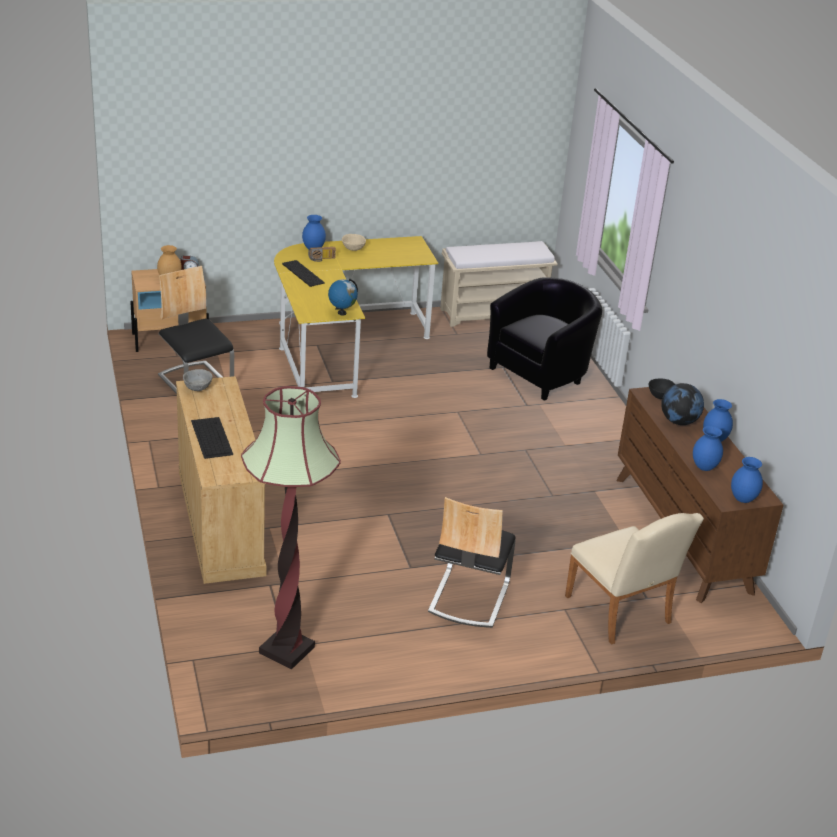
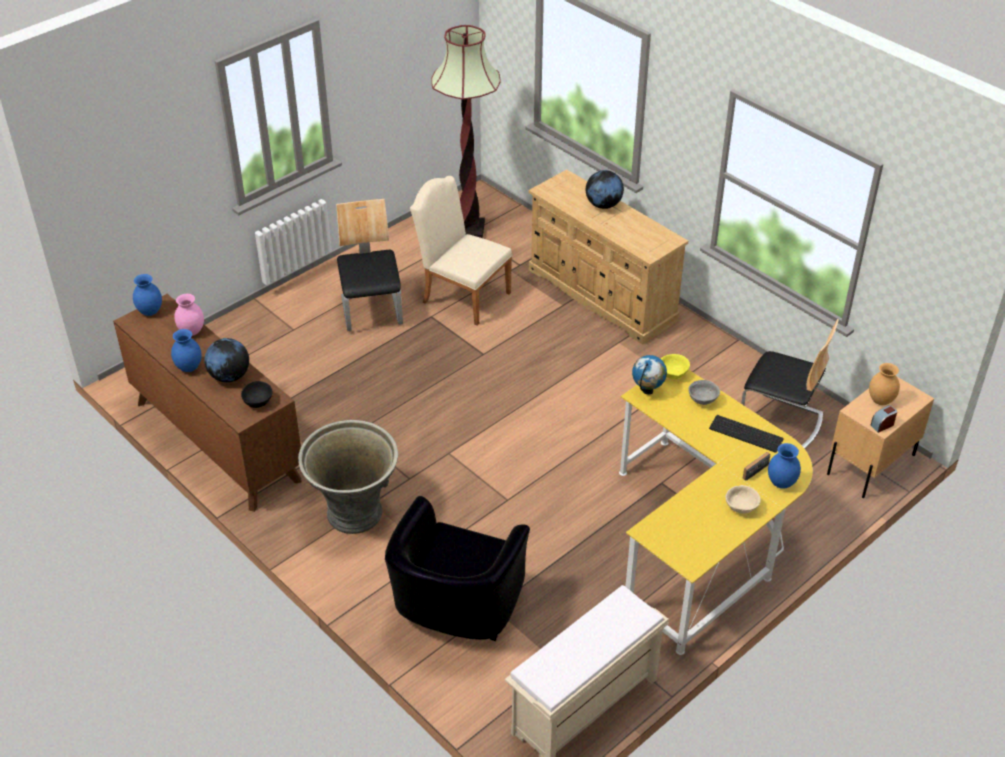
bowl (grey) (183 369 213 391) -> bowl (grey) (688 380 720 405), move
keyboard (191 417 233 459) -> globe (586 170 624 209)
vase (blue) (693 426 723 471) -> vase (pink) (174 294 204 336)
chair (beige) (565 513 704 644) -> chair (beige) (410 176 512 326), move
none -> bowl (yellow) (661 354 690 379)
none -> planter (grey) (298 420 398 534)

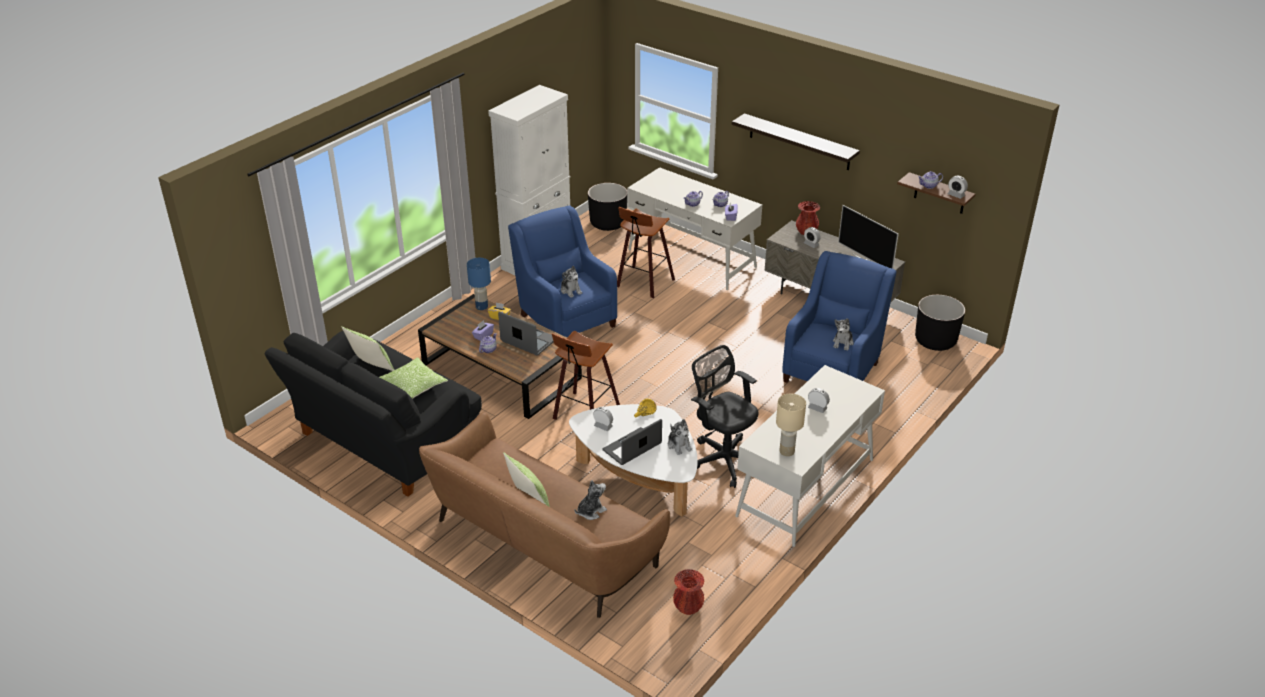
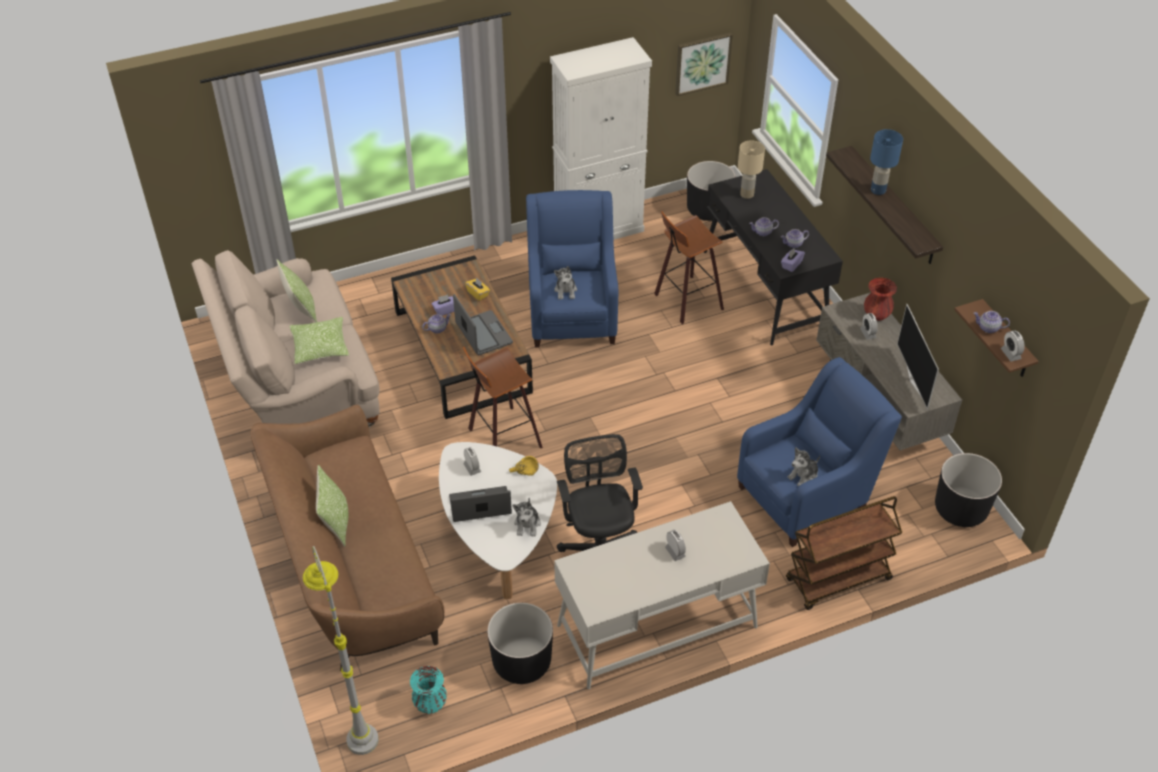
desk (white) (627 167 762 290) -> desk (black) (704 169 843 346)
table lamp (blue) (467 258 491 310) -> table lamp (blue) (870 129 903 195), move
sofa (black) (264 331 482 497) -> sofa (beige) (191 250 380 428)
table lamp (beige) (776 394 806 456) -> table lamp (beige) (738 140 765 199), move
plush toy (575 480 607 520) -> none
vase (red) (673 569 705 615) -> vase (turquoise) (410 666 447 714)
none -> picture (675 32 733 96)
none -> cart (brown) (786 496 902 610)
none -> floor lamp (grey) (303 546 379 755)
none -> planter (black) (487 603 553 684)

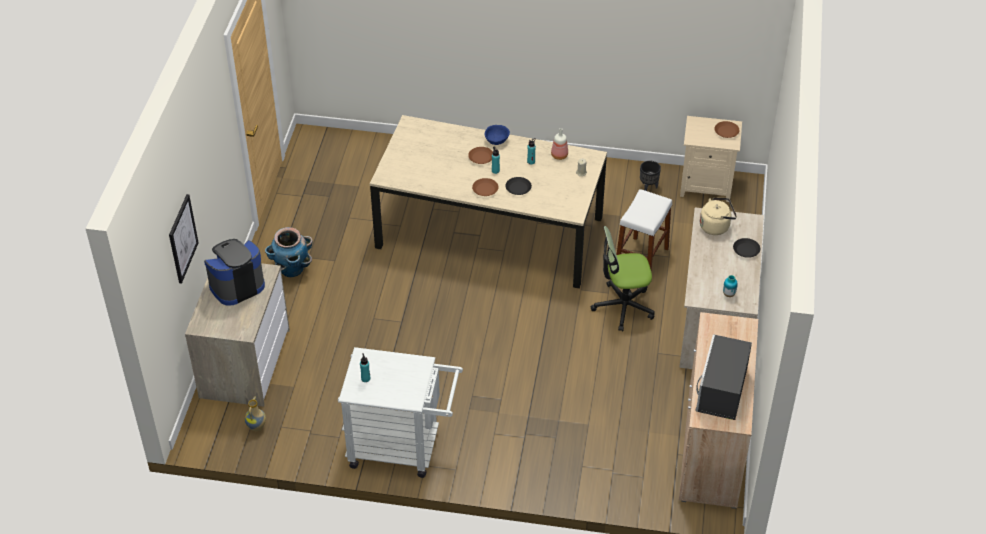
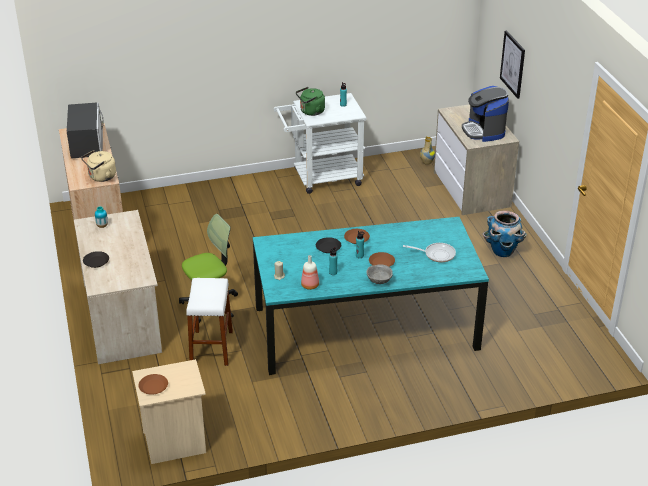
dining table (beige) (370 115 607 289) -> dining table (turquoise) (253 217 489 375)
bowl (blue) (484 125 510 145) -> bowl (grey) (366 264 393 284)
planter (black) (640 161 661 191) -> none
kettle (beige) (700 198 737 235) -> kettle (beige) (81 150 116 182), move
coffee machine (204 239 265 306) -> coffee machine (462 86 509 142), 135 degrees clockwise
none -> kettle (green) (296 87 325 116)
none -> frying pan (403 243 456 262)

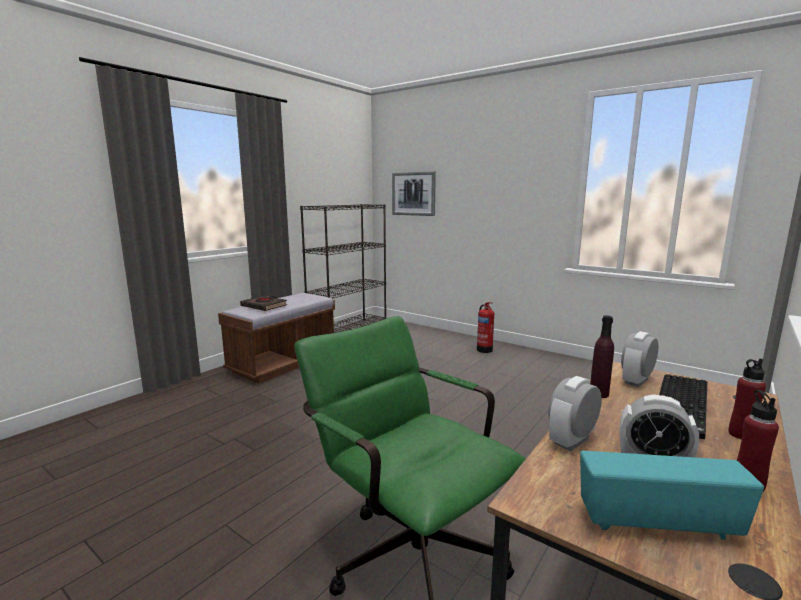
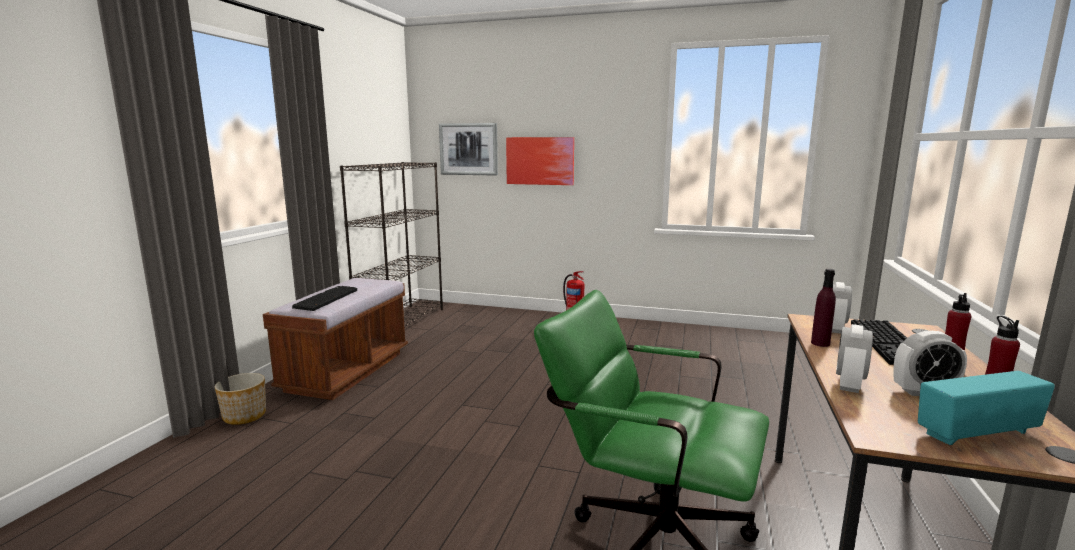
book (black) (240 296 287 311) -> keyboard (292 286 357 311)
none -> picture (506 137 574 185)
none -> planter (215 373 266 425)

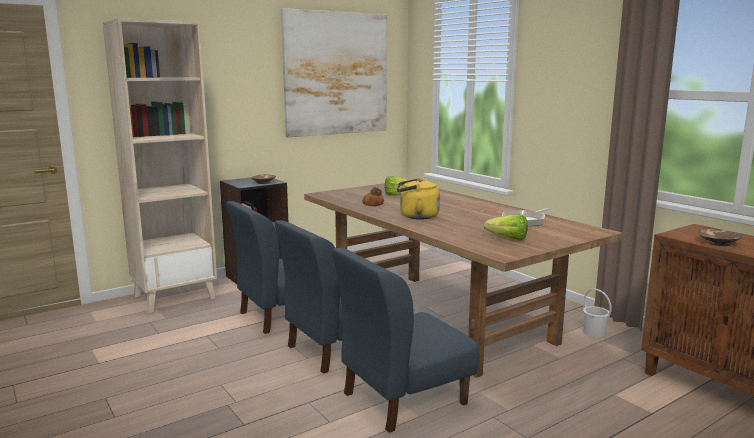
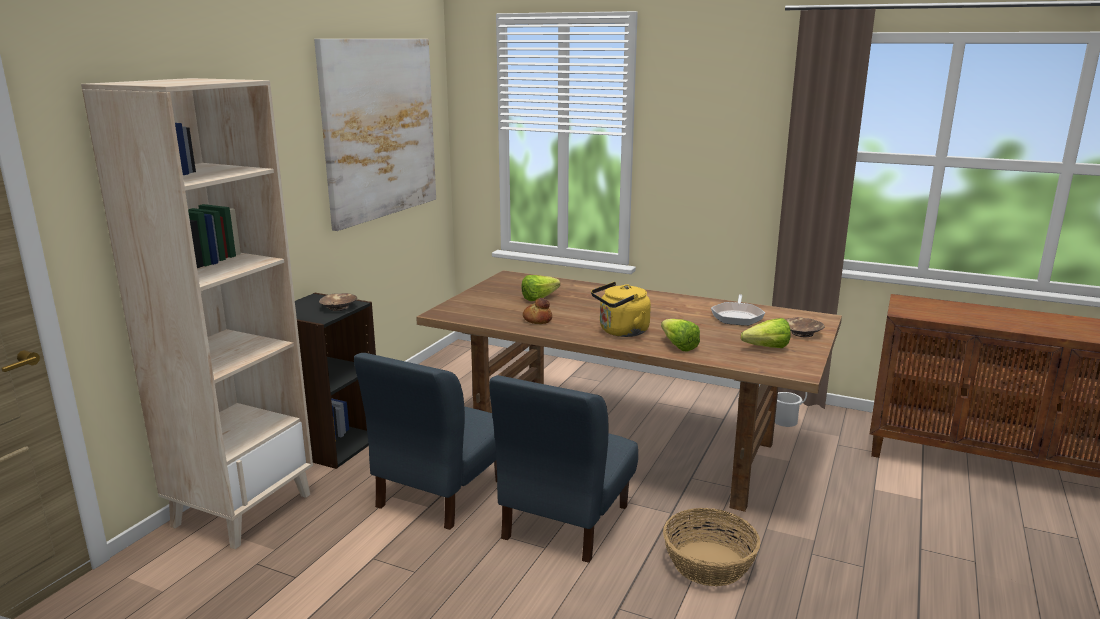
bowl (brown) (698 229 743 246) -> bowl (brown) (785 317 824 337), move
chair (blue) (332 248 479 433) -> basket (663 508 760 586)
none -> lettuce (661 319 700 351)

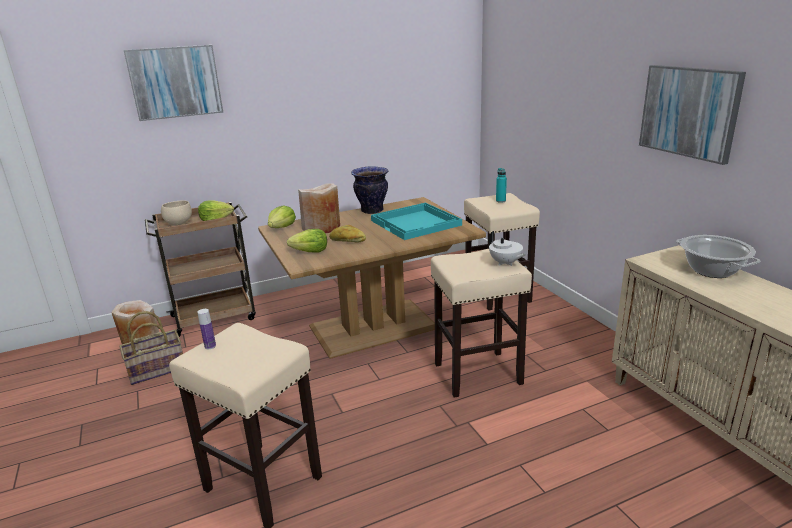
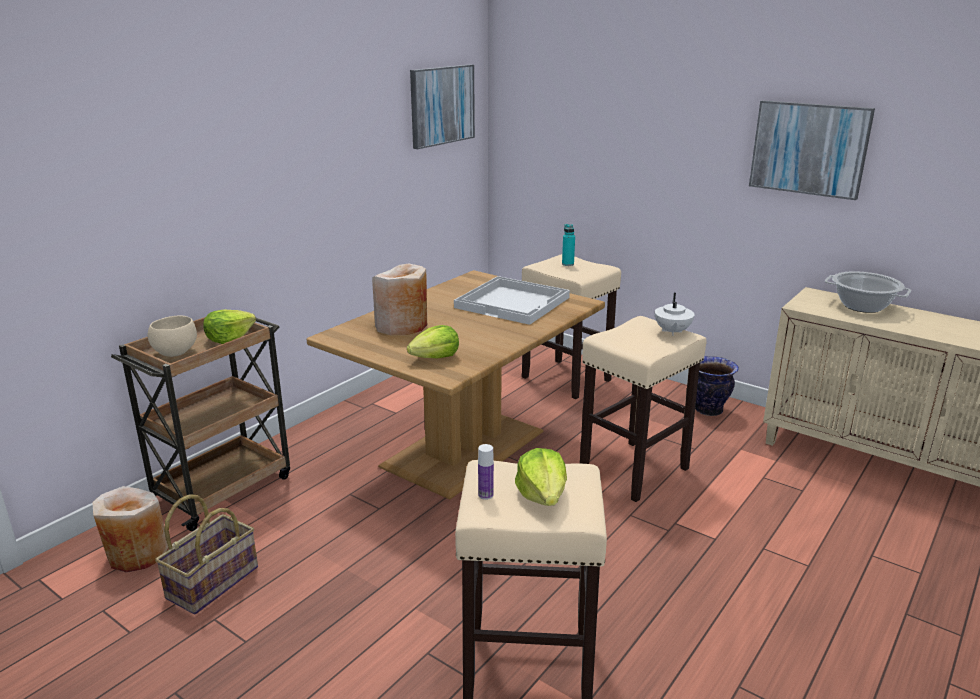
picture (124 45 223 121) -> picture (410 64 475 149), move
vase (351 166 388 214) -> vase (695 356 739 416), move
tray (turquoise) (371 203 462 240) -> tray (white) (454 276 570 325)
lettuce (268 205 296 228) -> lettuce (515 448 567 506), move
bread (329 225 366 243) -> none
teapot (white) (489 231 526 266) -> teapot (white) (655 293 695 336), 75 degrees clockwise

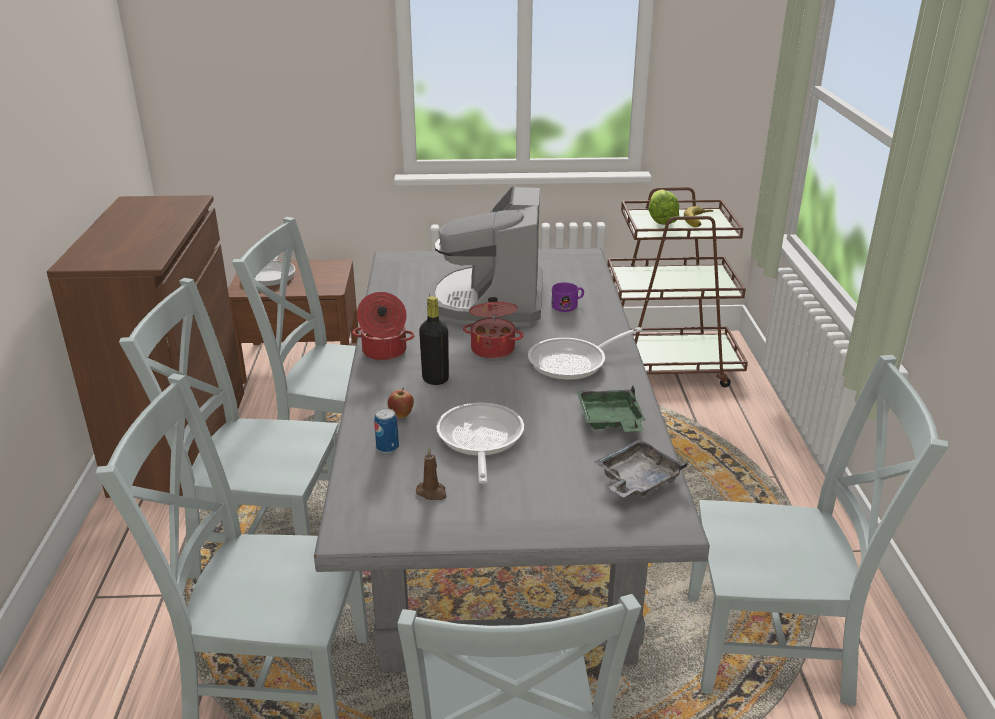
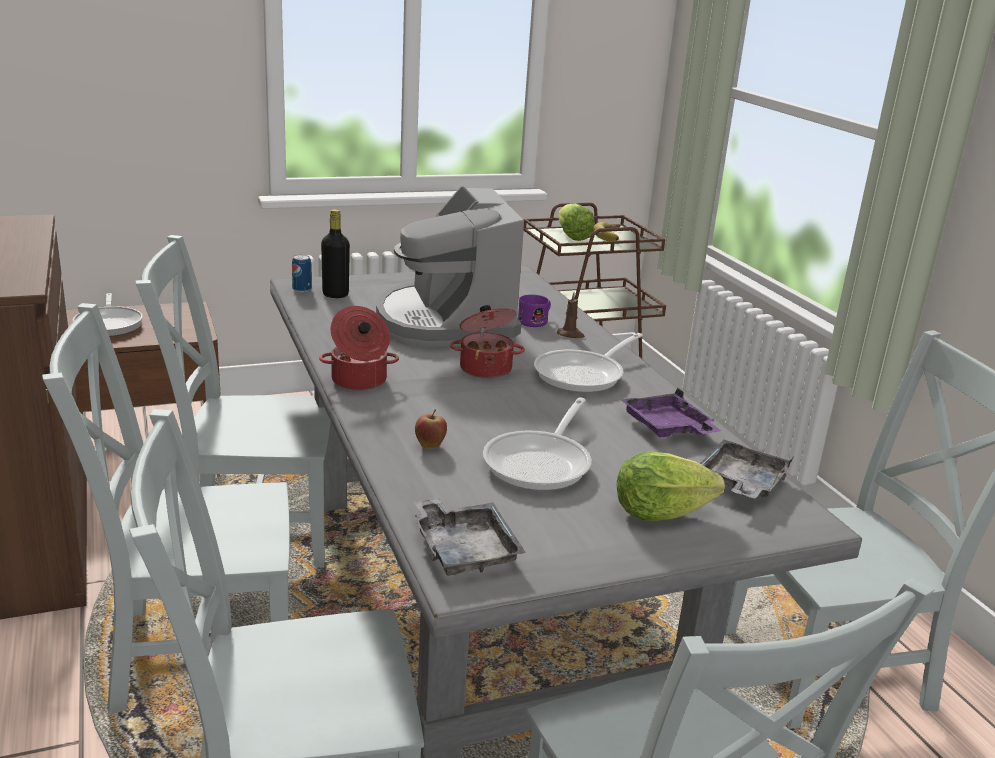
bottle (black) (419 296 449 385) -> bottle (black) (321 209 350 298), move
tray (green) (577 385 646 432) -> tray (purple) (621 387 721 437)
frying pan (436 403 524 484) -> frying pan (483 397 592 491), 135 degrees counterclockwise
can (374 408 399 453) -> can (292 255 312 293), move
candle (brown) (416 447 447 500) -> candle (brown) (557 292 585 338), move
none -> lettuce (617 452 725 521)
none -> tray (grey) (414 498 526 576)

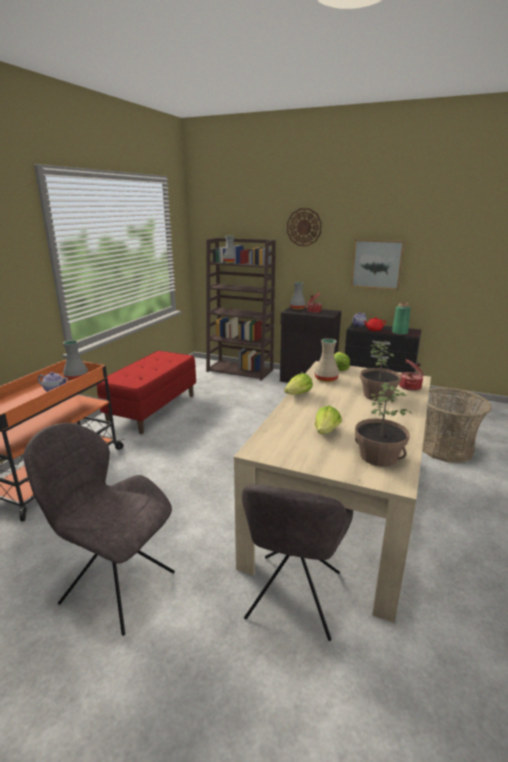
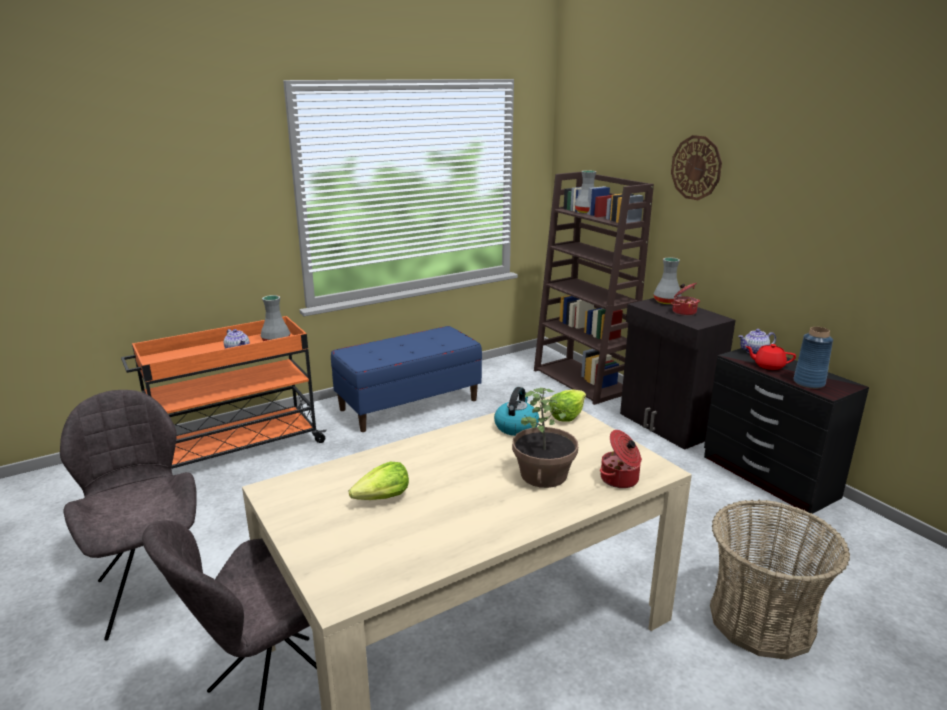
picture (351 239 405 290) -> none
vase (green) (392 302 411 335) -> vase (blue) (793 327 833 389)
vase (beige) (314 339 339 382) -> kettle (494 387 539 436)
bench (red) (97 351 196 434) -> bench (blue) (331 326 482 432)
lettuce (284 373 313 395) -> none
potted plant (355 383 412 467) -> none

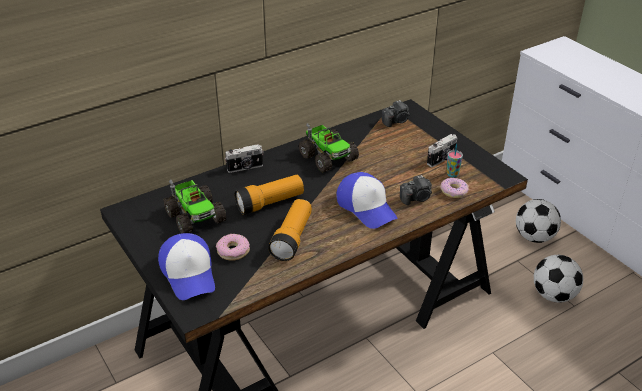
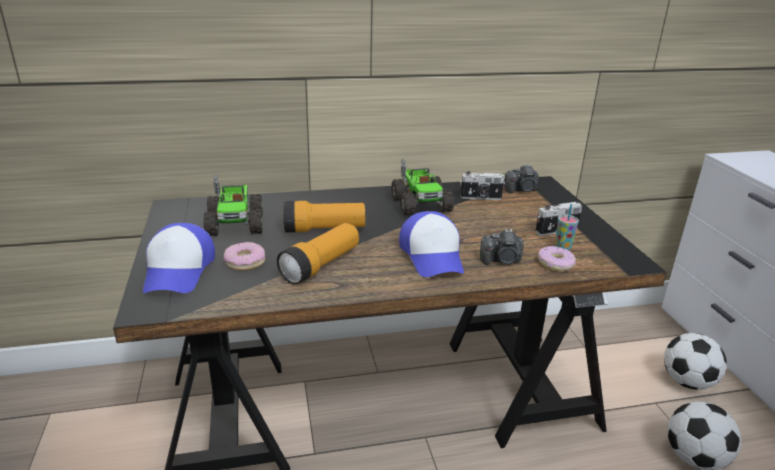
photo camera (225 144 264 173) -> photo camera (460 171 505 200), move

